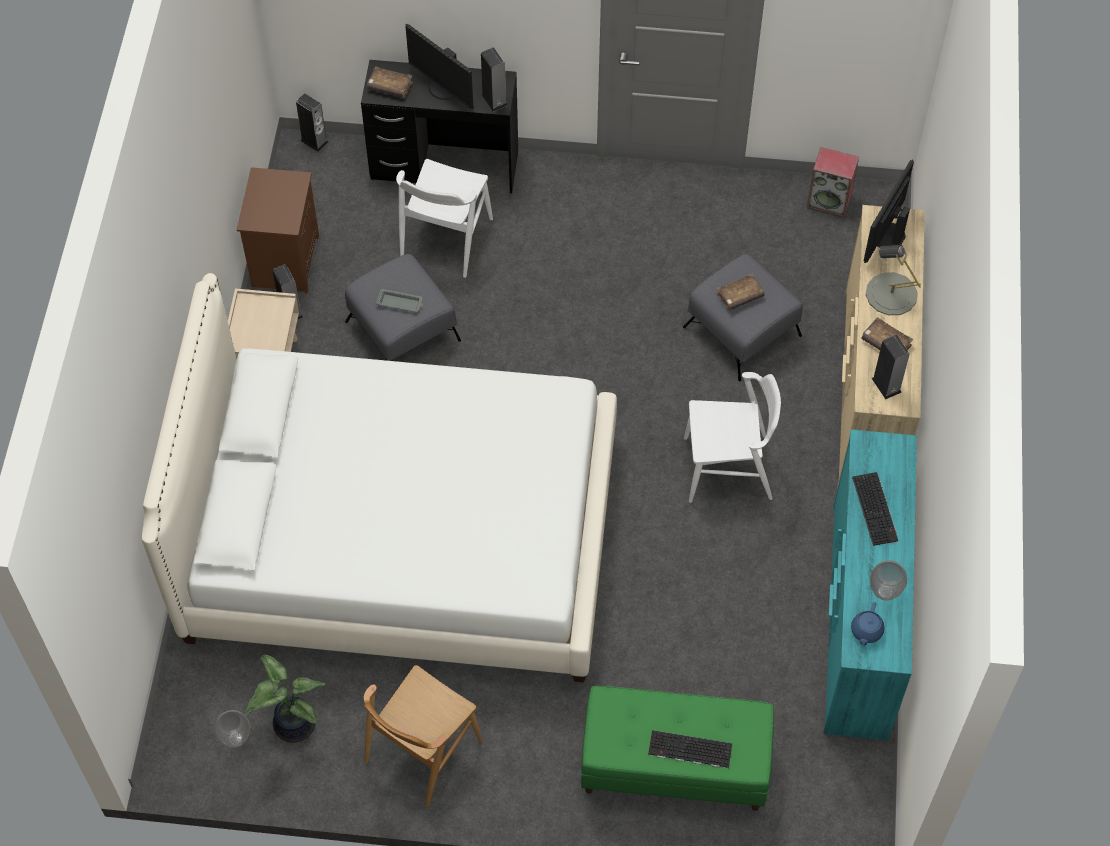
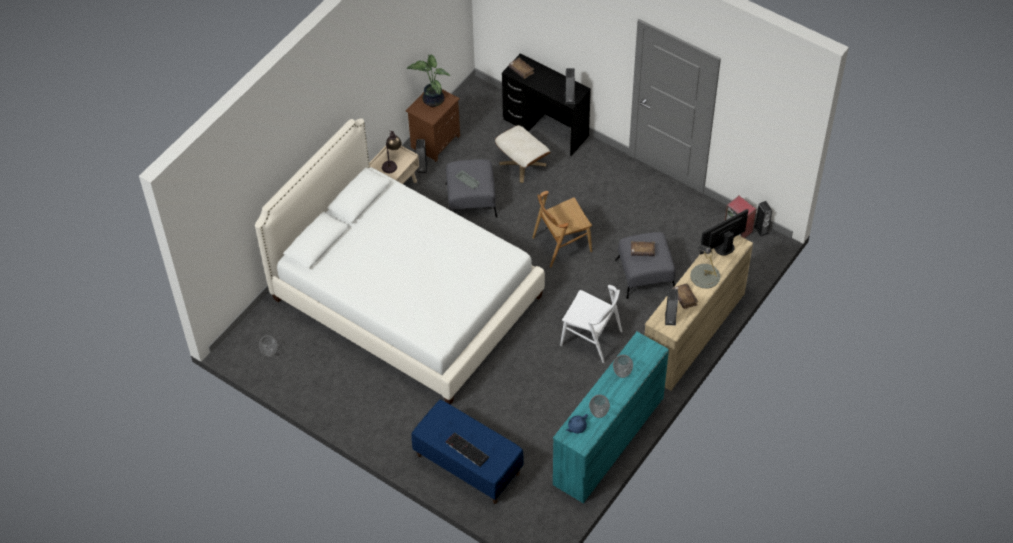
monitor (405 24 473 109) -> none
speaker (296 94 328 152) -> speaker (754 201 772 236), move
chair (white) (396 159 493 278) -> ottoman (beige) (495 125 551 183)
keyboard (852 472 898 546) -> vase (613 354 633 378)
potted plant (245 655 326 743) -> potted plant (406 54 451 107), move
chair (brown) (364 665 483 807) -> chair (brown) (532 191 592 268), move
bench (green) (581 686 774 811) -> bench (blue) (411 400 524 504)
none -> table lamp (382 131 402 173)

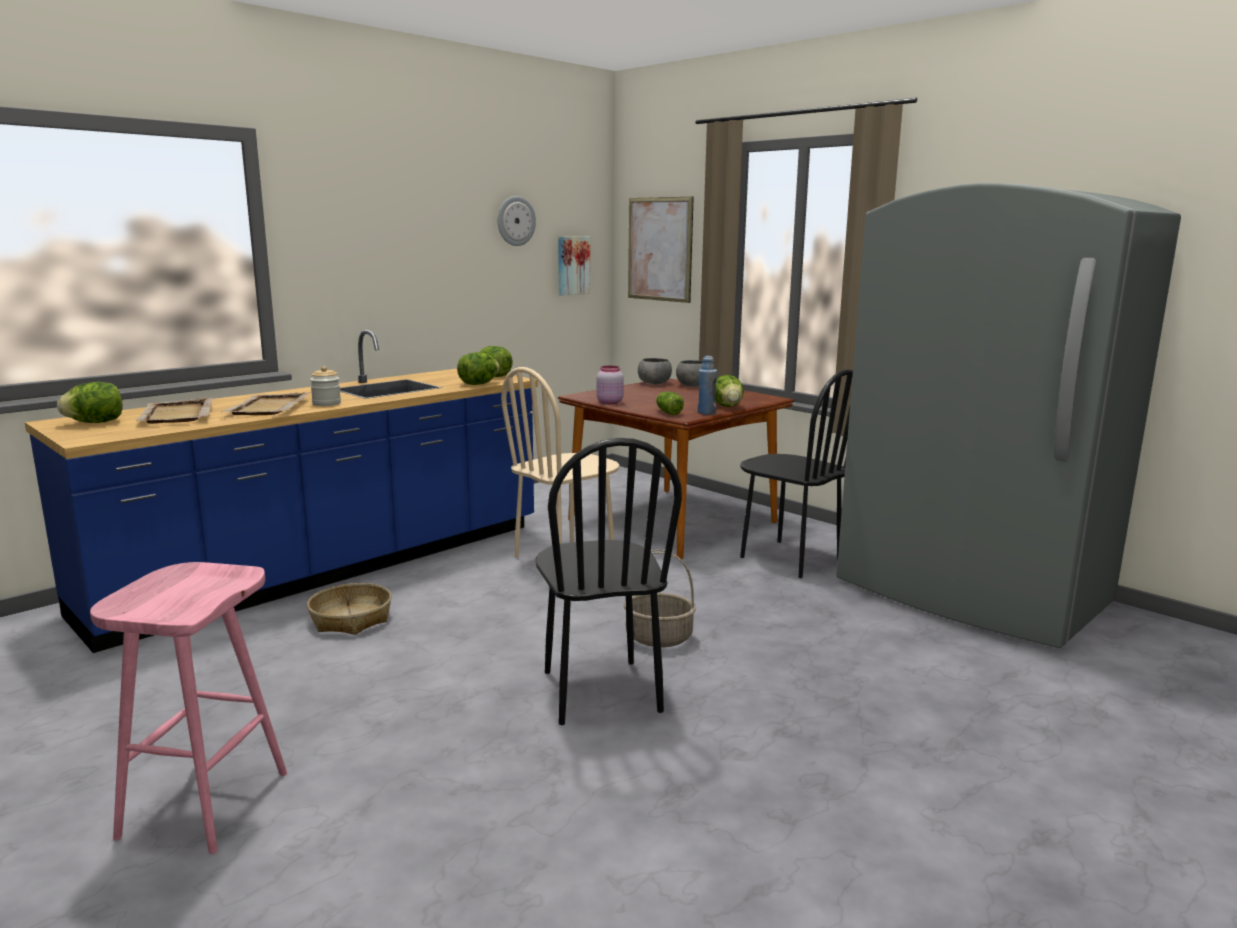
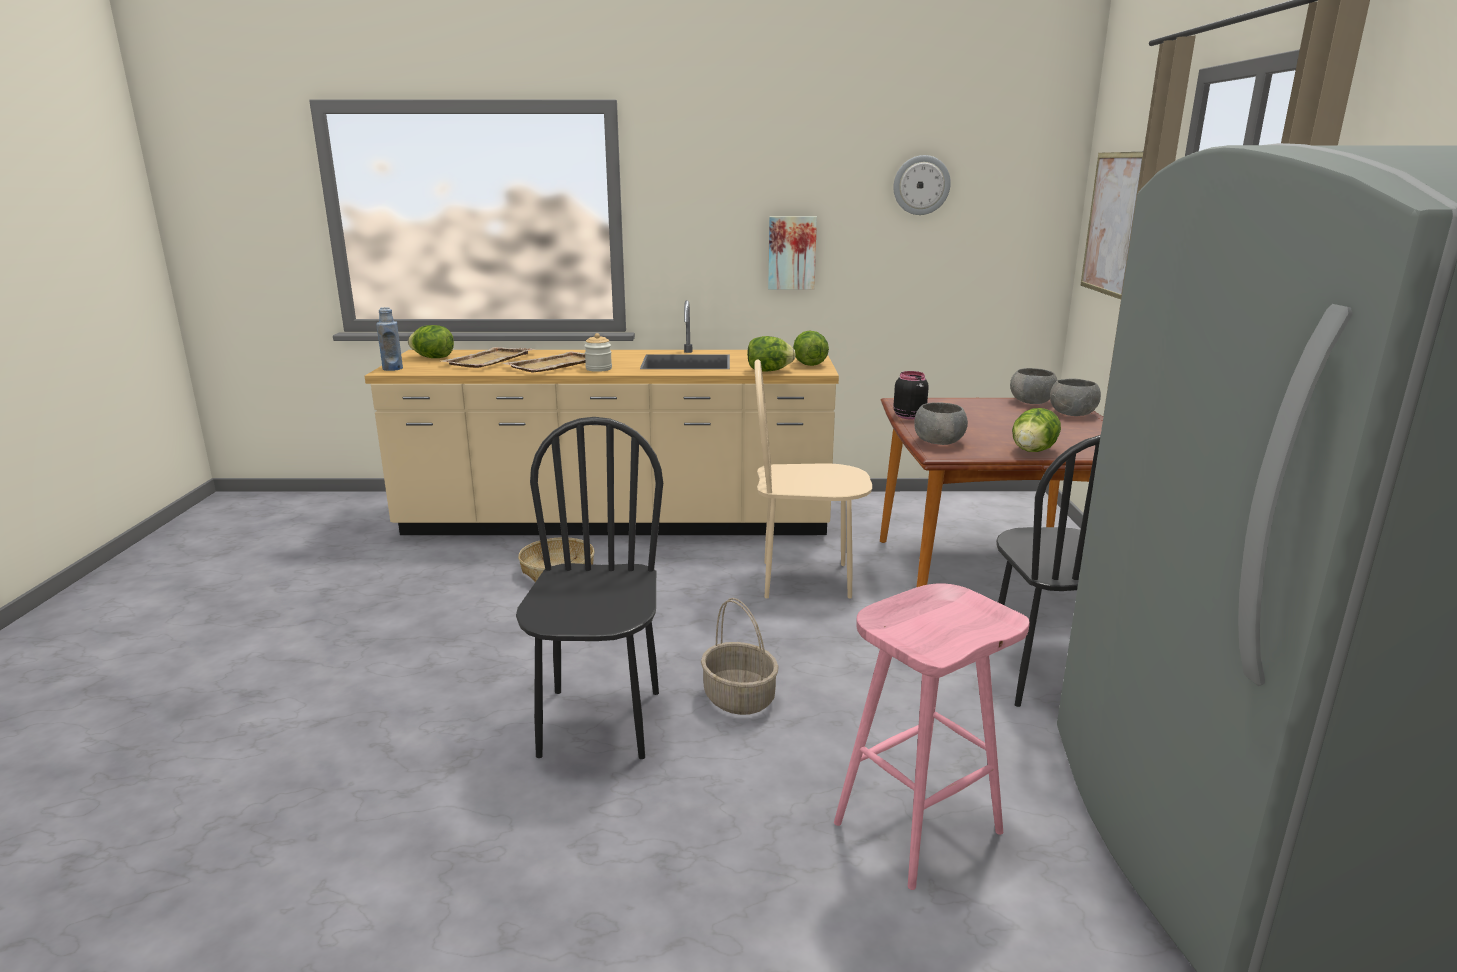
picture (558 236 590 295) -> picture (768 216 817 289), move
counter (blue) (25 330 538 653) -> counter (beige) (365 300 839 535)
bottle (blue) (698 356 717 415) -> bottle (blue) (376 307 403 371), move
jar (pink) (597 366 624 404) -> jar (black) (893 371 929 419)
lettuce (656 391 684 415) -> bowl (grey) (914 402 968 445)
chair (black) (536 438 682 725) -> chair (black) (516 417 663 759), 150 degrees clockwise
stool (pink) (90 562 287 854) -> stool (pink) (834 583 1030 890), move

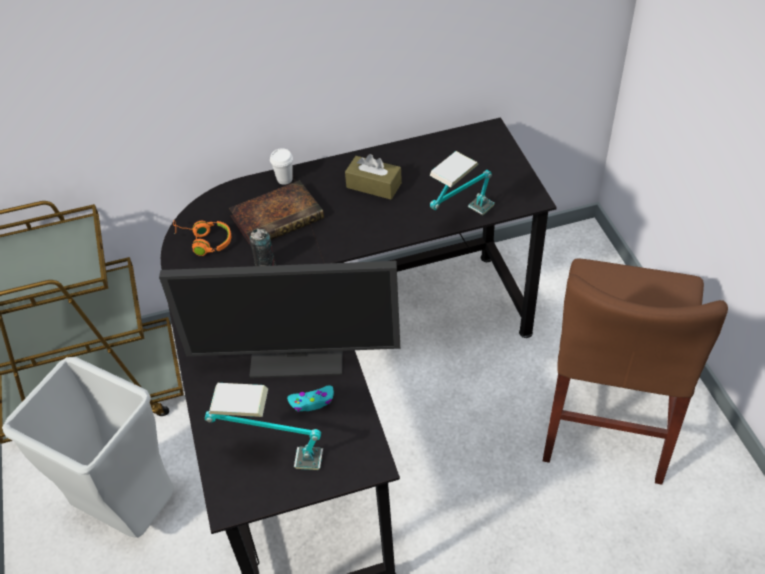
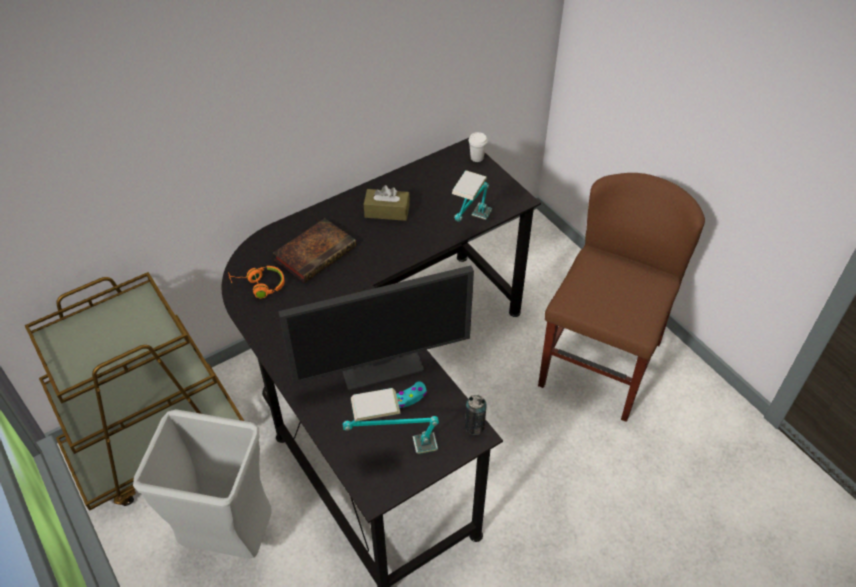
cup (white) (270 148 293 185) -> cup (white) (468 132 487 162), move
can (250 228 276 266) -> can (465 395 487 435), move
chair (brown) (543 258 728 485) -> chair (brown) (538 173 705 422), 150 degrees counterclockwise

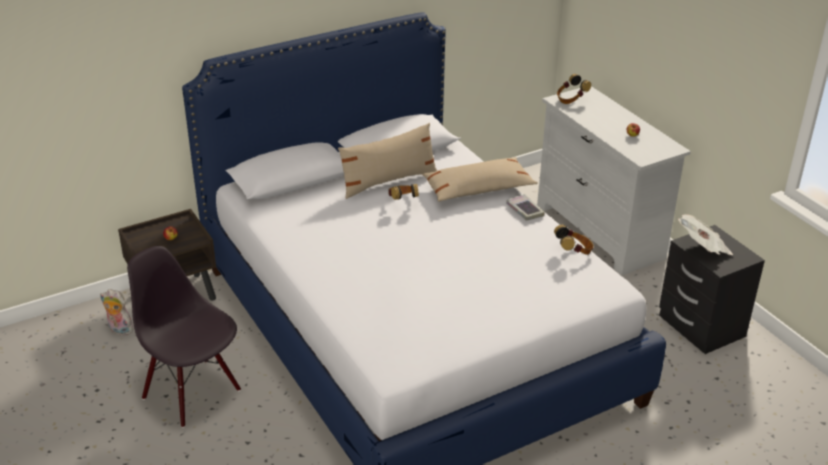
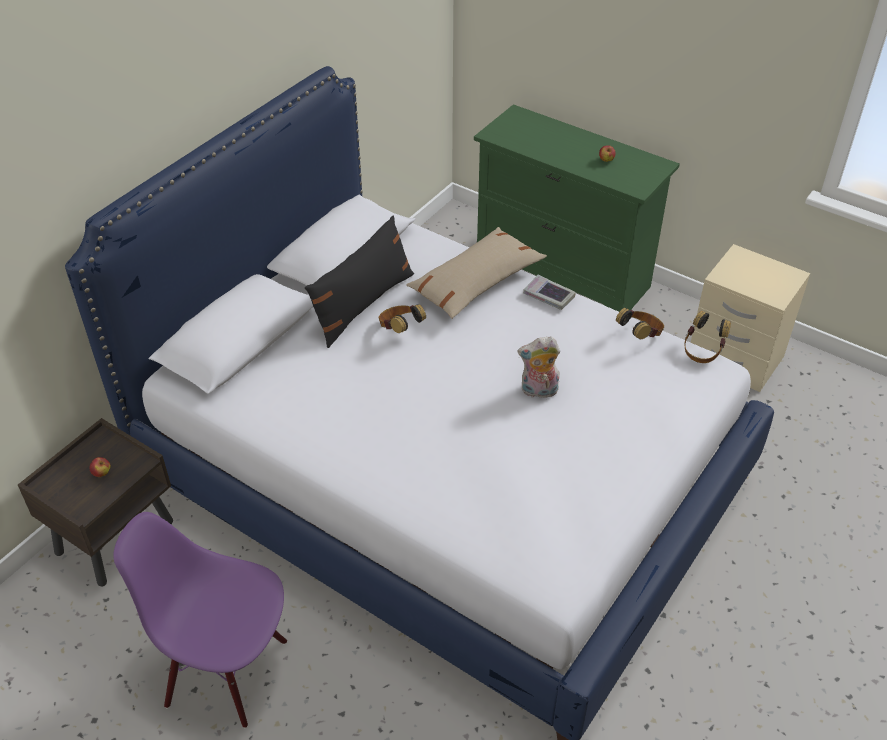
headphones (557 74 591 104) -> headphones (684 311 731 363), move
dresser (white) (537 86 691 275) -> dresser (green) (474 104 680 312)
pillow (beige) (338 123 437 199) -> pillow (black) (305 215 414 348)
newspaper (678 214 733 255) -> none
nightstand (black) (659 225 765 354) -> nightstand (beige) (691 244 810 392)
chair (black) (127 246 241 428) -> chair (purple) (113 512 287 728)
plush toy (100 289 135 335) -> plush toy (517 337 560 398), move

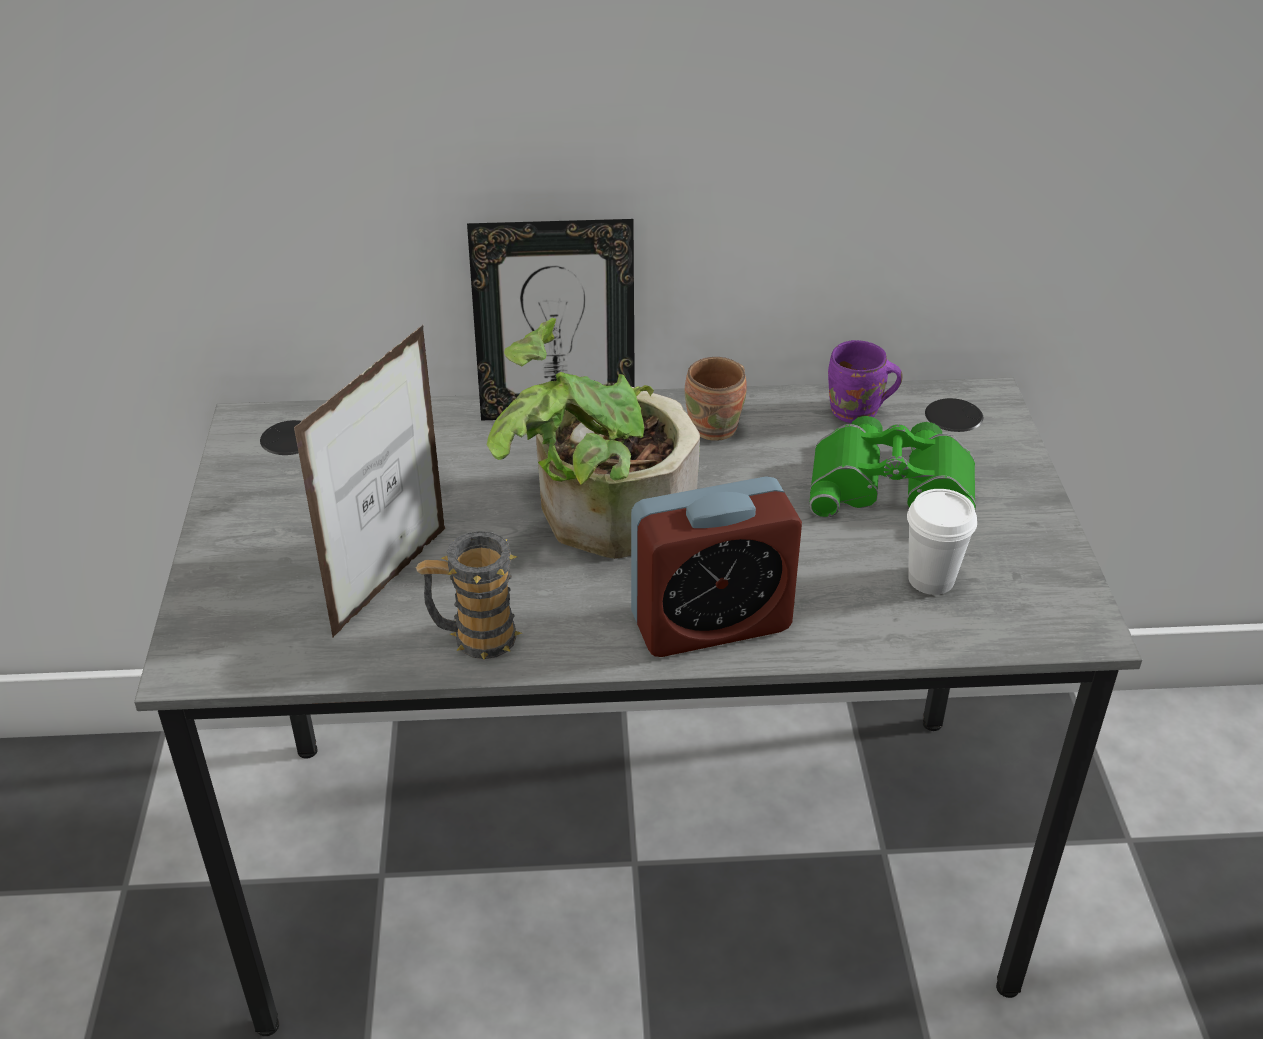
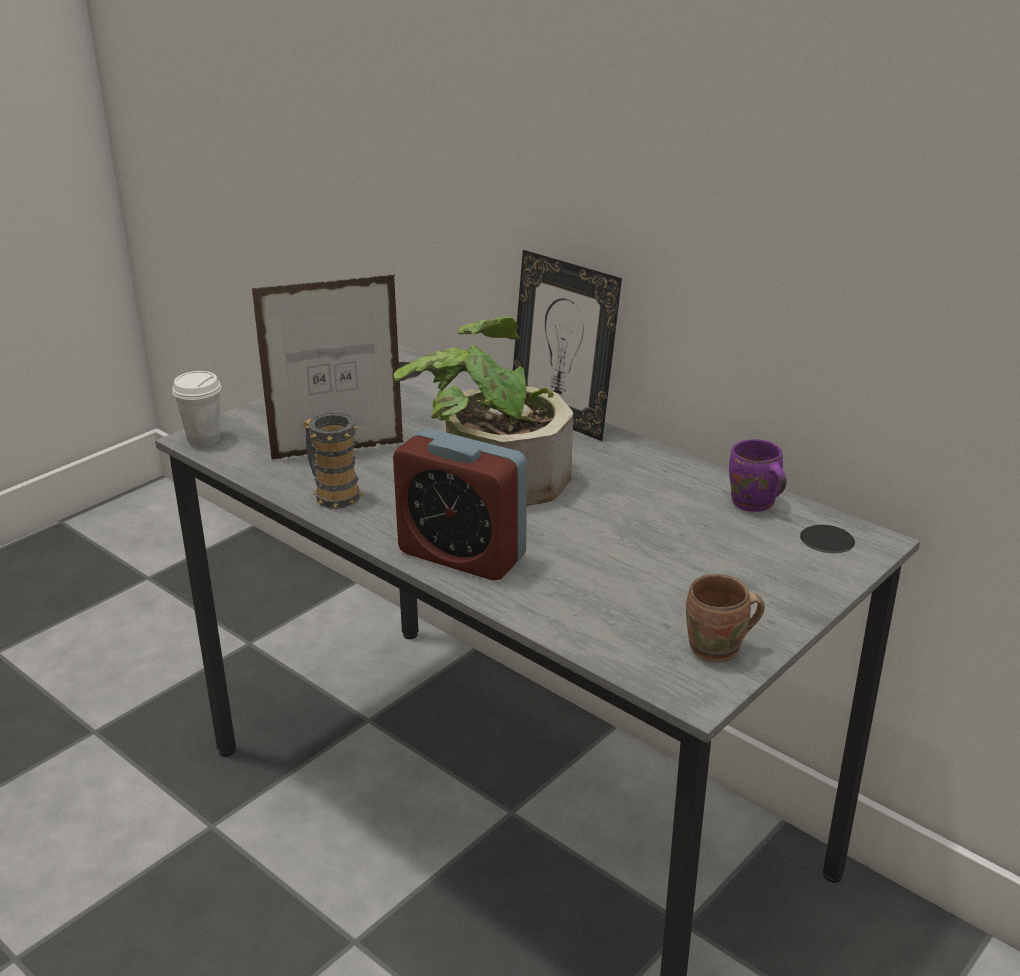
mug (brown) (685 357 747 441) -> mug (brown) (686 574 765 663), move
binoculars (green) (809 416 976 518) -> none
cup (white) (907 489 977 595) -> cup (white) (172 371 221 447), move

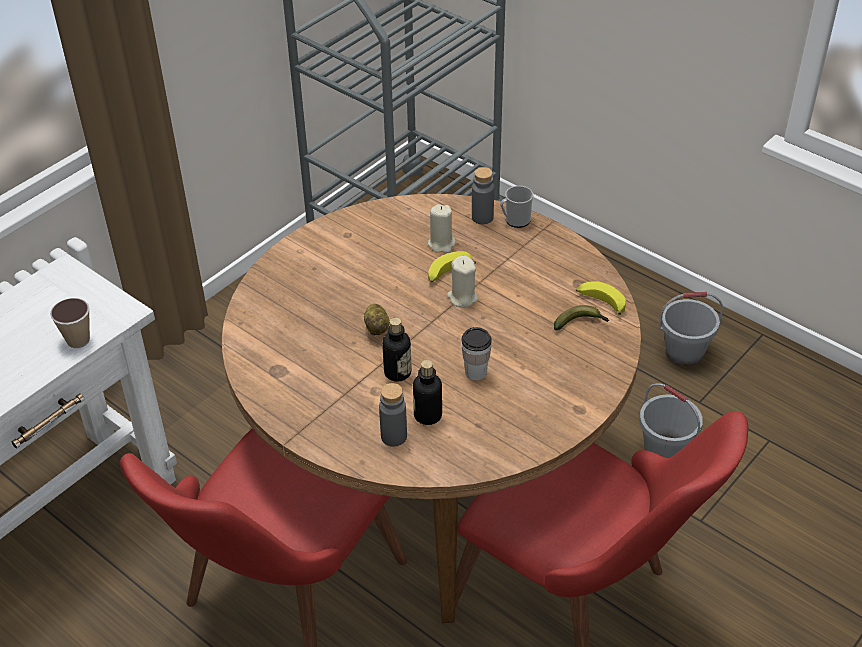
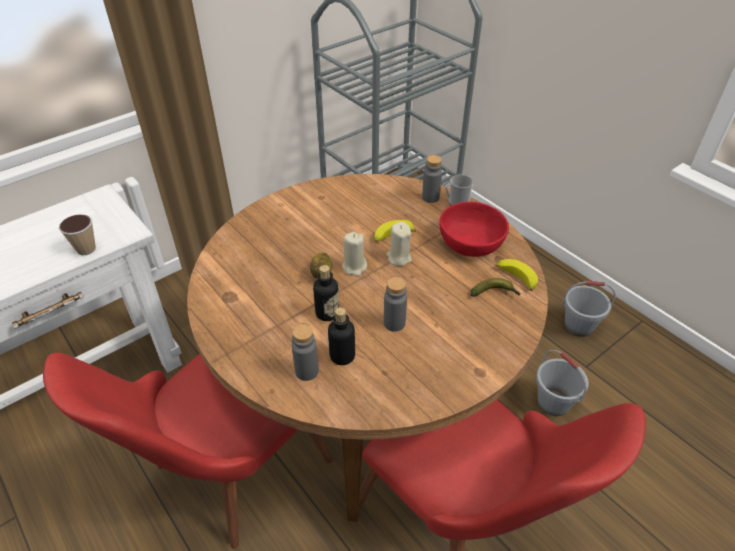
candle (beige) (428 204 456 253) -> candle (beige) (342 232 367 276), move
cup (461 327 492 380) -> bottle (grey) (384 277 407 332)
none -> bowl (red) (440 202 509 257)

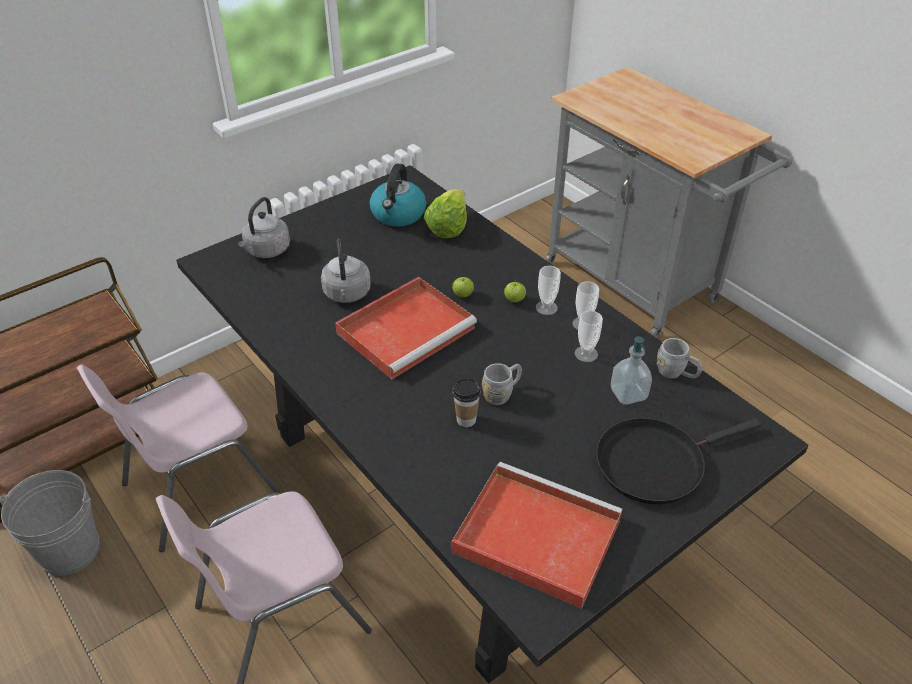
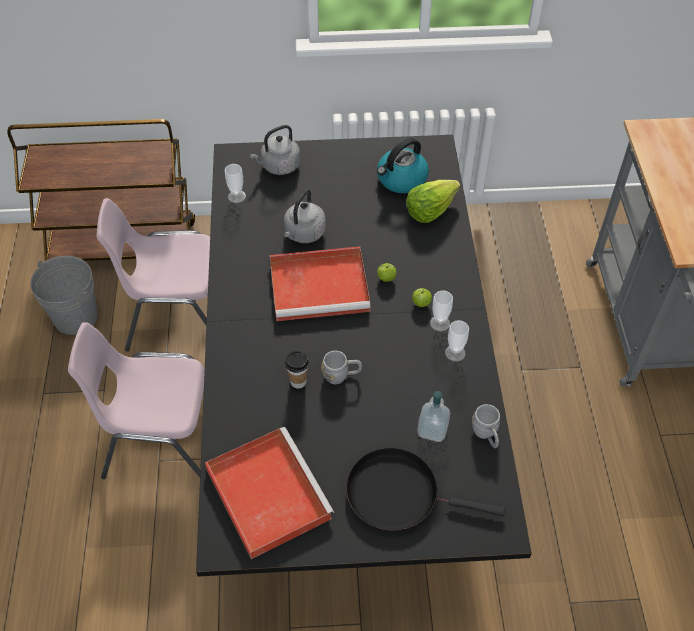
cup (575 311 603 362) -> cup (225 164 246 203), move

